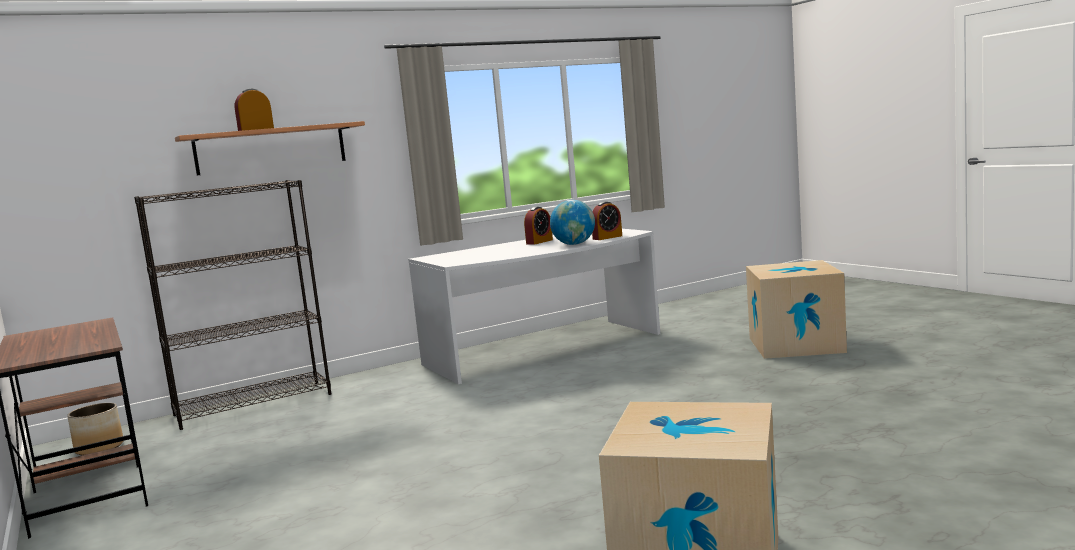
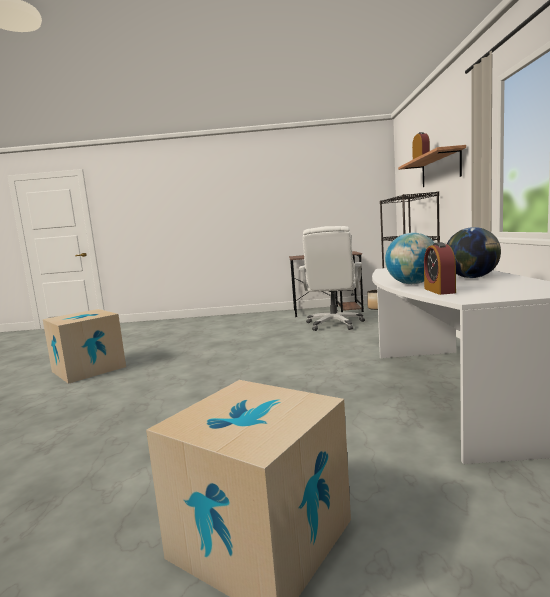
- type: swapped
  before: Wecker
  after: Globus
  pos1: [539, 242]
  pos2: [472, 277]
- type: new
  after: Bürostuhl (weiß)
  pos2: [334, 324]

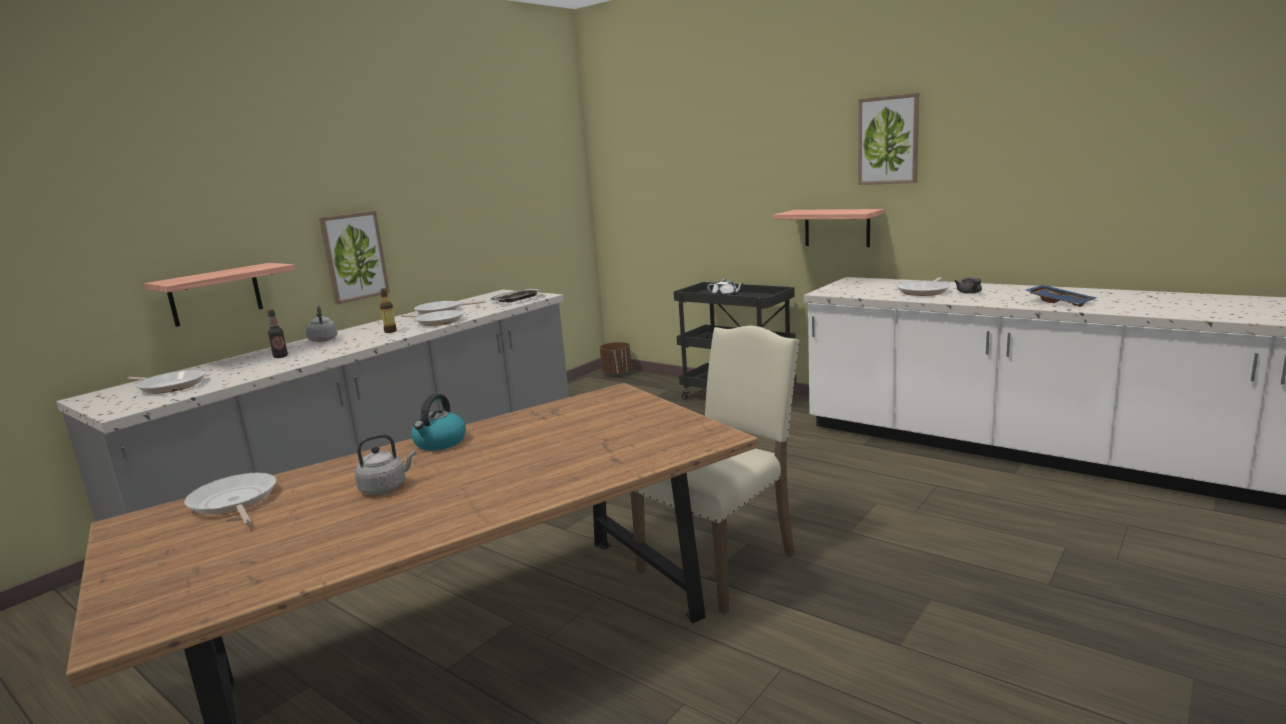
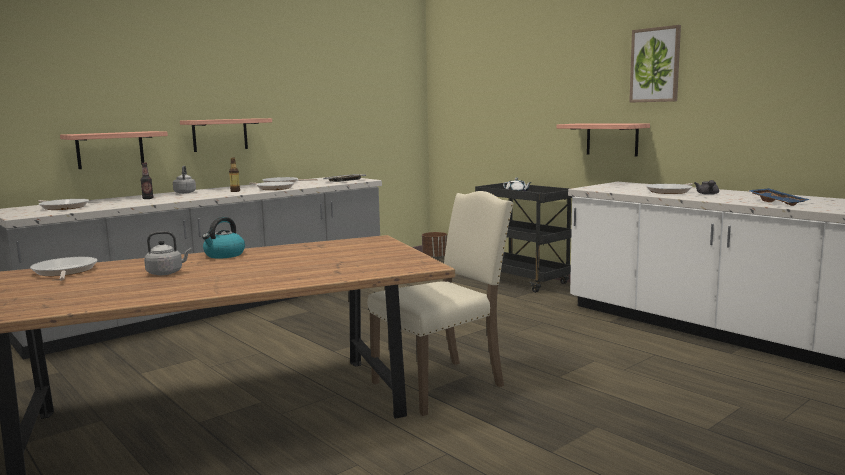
- type: swapped
  before: Bild
  after: Wandregal
  pos1: [354, 256]
  pos2: [220, 135]

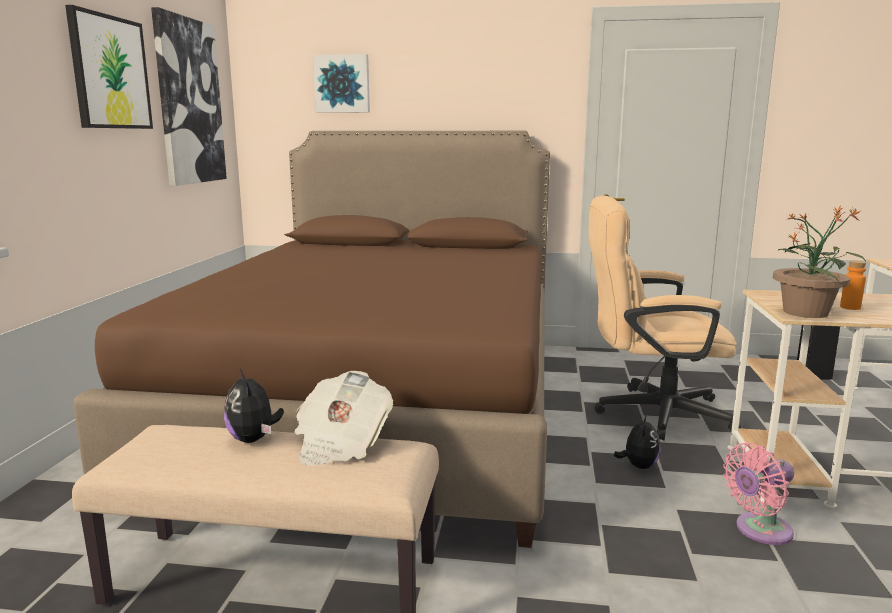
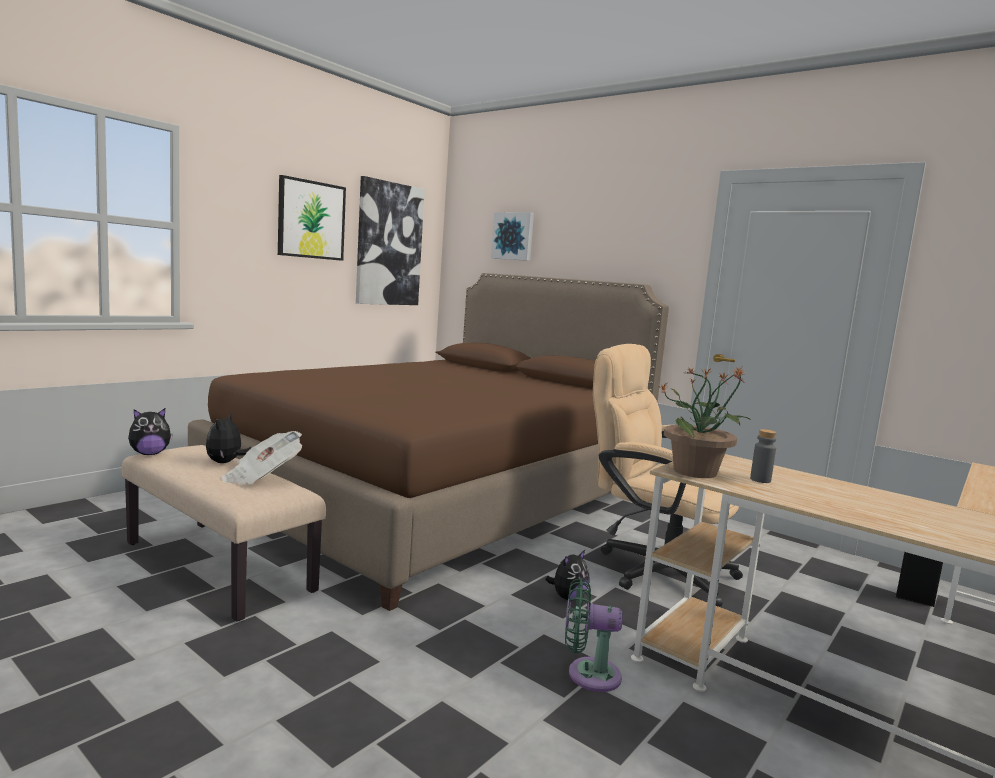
- type: repainted
  before: Flasche (orange)
  after: Flasche (grau)
  pos1: [850, 307]
  pos2: [760, 480]
- type: repainted
  before: Ventilator (rosa)
  after: Ventilator (grün)
  pos1: [759, 531]
  pos2: [588, 674]
- type: new
  after: Plüschtier
  pos2: [150, 454]

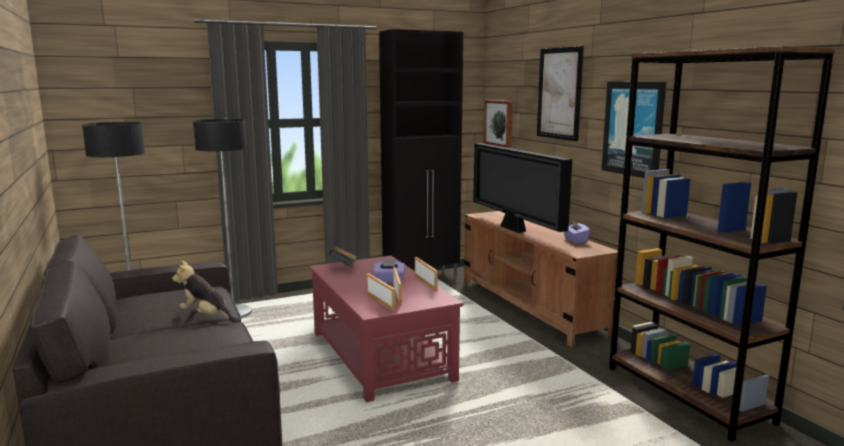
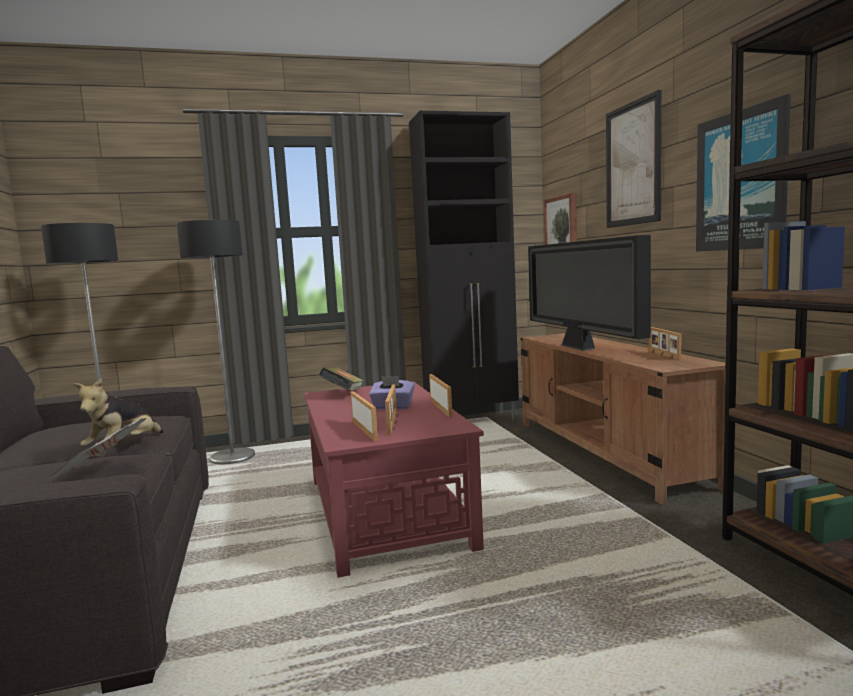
- type: swapped
  before: Taschentuchbox (lila)
  after: Bilderrahmen
  pos1: [575, 241]
  pos2: [663, 355]
- type: rotated
  before: Plüschtier
  pos1: [206, 316]
  pos2: [123, 448]
  turn: -105
- type: new
  after: Zeitung
  pos2: [100, 474]

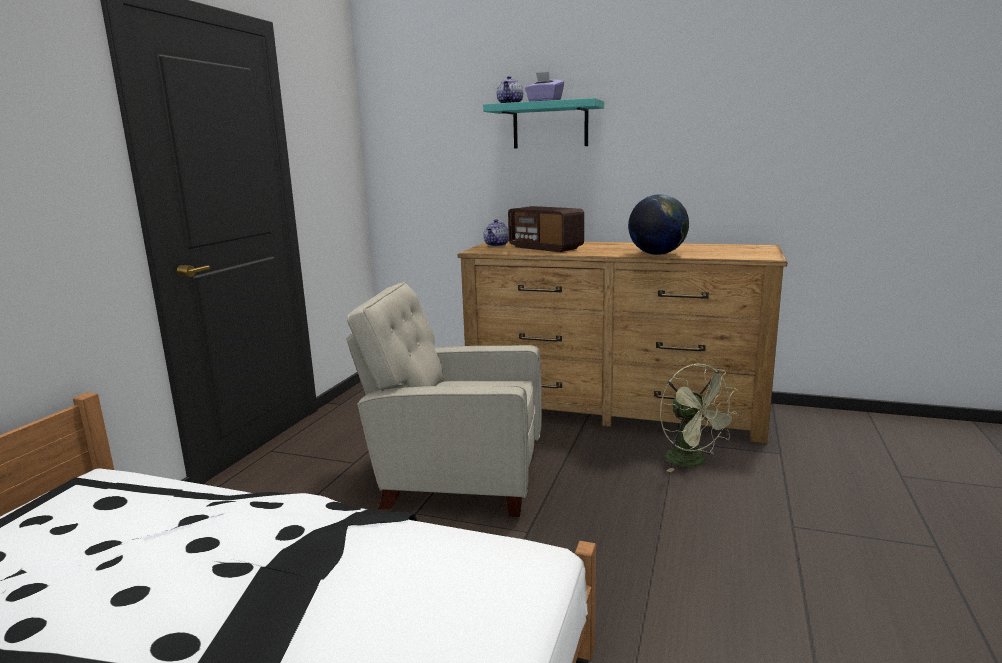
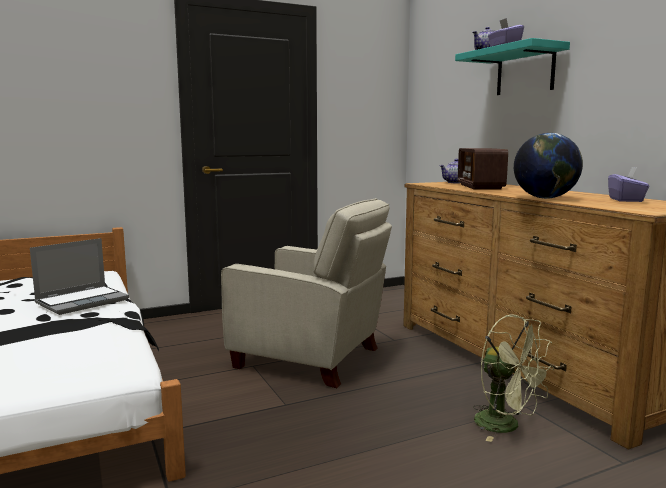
- type: rotated
  before: Sessel (beige)
  pos1: [456, 478]
  pos2: [312, 358]
  turn: 150
- type: rotated
  before: Ventilator (grün)
  pos1: [692, 462]
  pos2: [506, 426]
  turn: -60
- type: new
  after: Taschentuchbox (lila)
  pos2: [626, 200]
- type: new
  after: Laptop
  pos2: [83, 301]

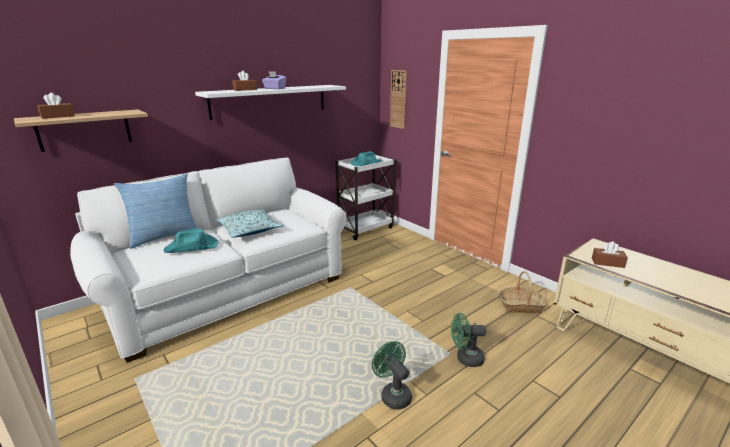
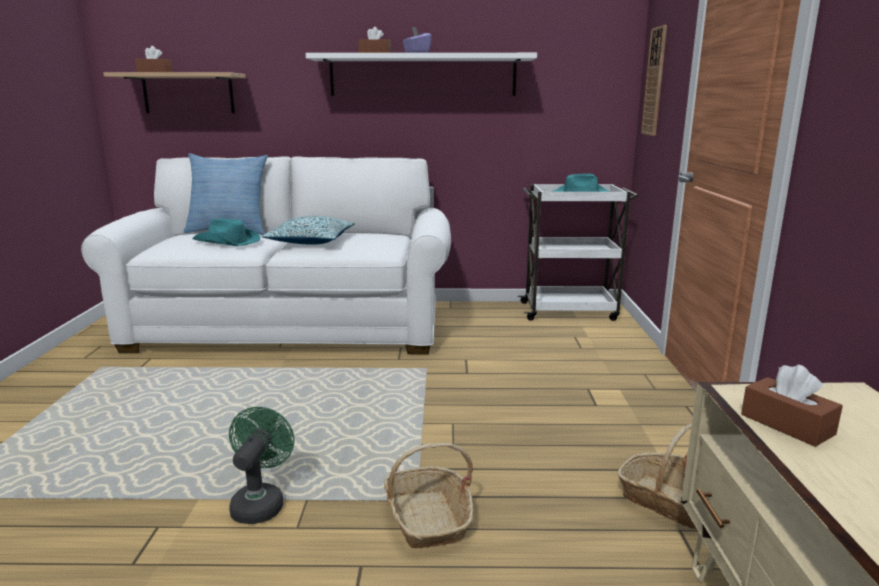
- type: swapped
  before: Ventilator (grün)
  after: Korb
  pos1: [465, 358]
  pos2: [428, 519]

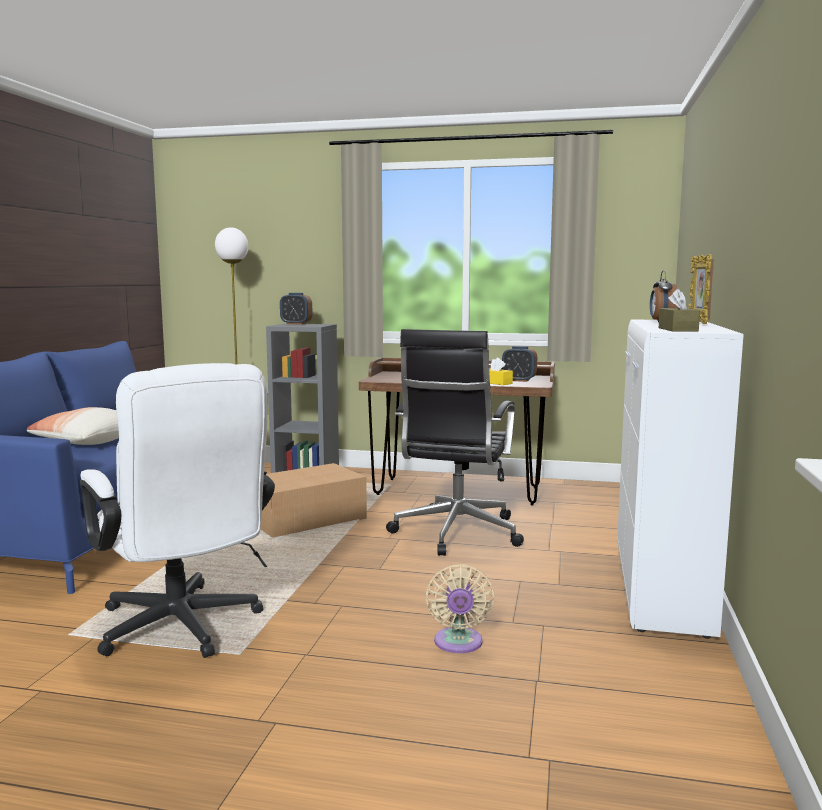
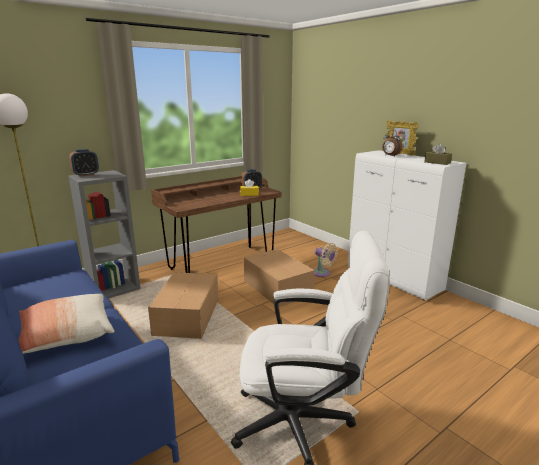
- type: swapped
  before: Bürostuhl (schwarz)
  after: Karton
  pos1: [455, 534]
  pos2: [277, 288]
- type: shifted
  before: Ventilator (beige)
  pos1: [458, 644]
  pos2: [322, 273]

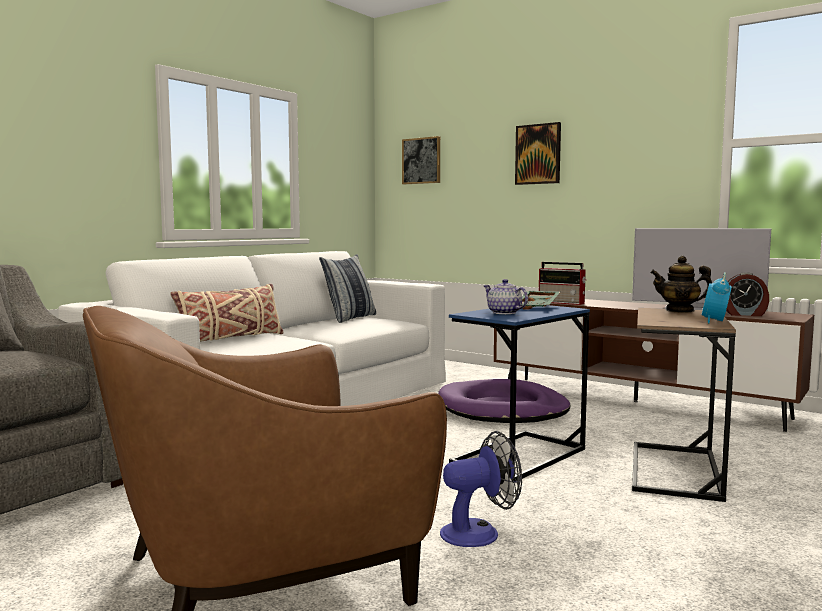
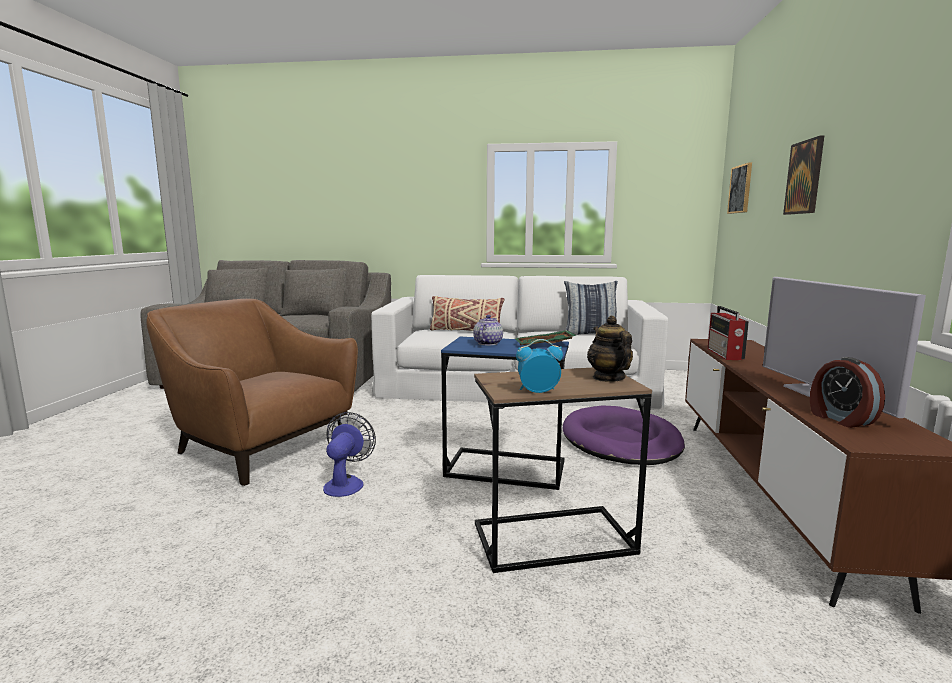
- type: rotated
  before: Ventilator
  pos1: [479, 532]
  pos2: [346, 483]
  turn: -120

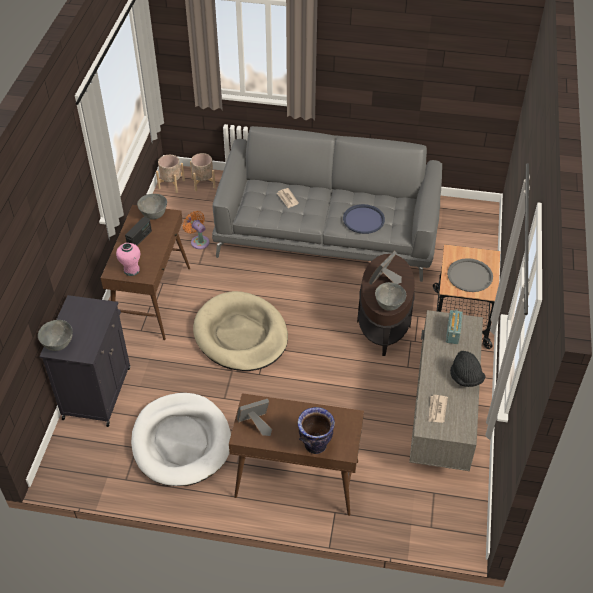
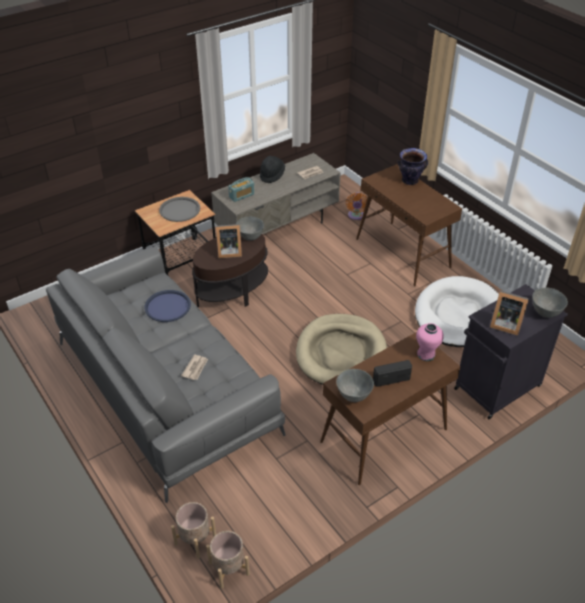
- type: shifted
  before: Ventilator (orange)
  pos1: [198, 241]
  pos2: [356, 216]
- type: shifted
  before: Bilderrahmen
  pos1: [255, 424]
  pos2: [505, 324]

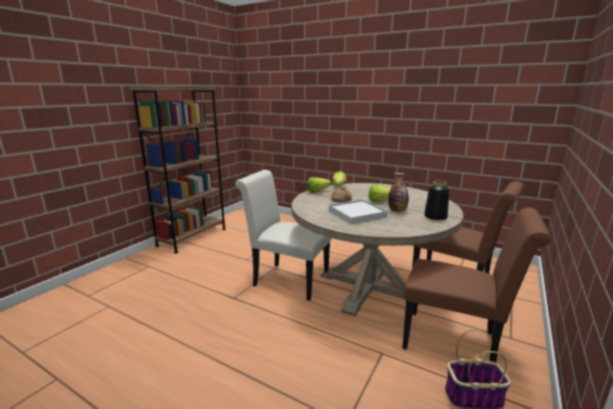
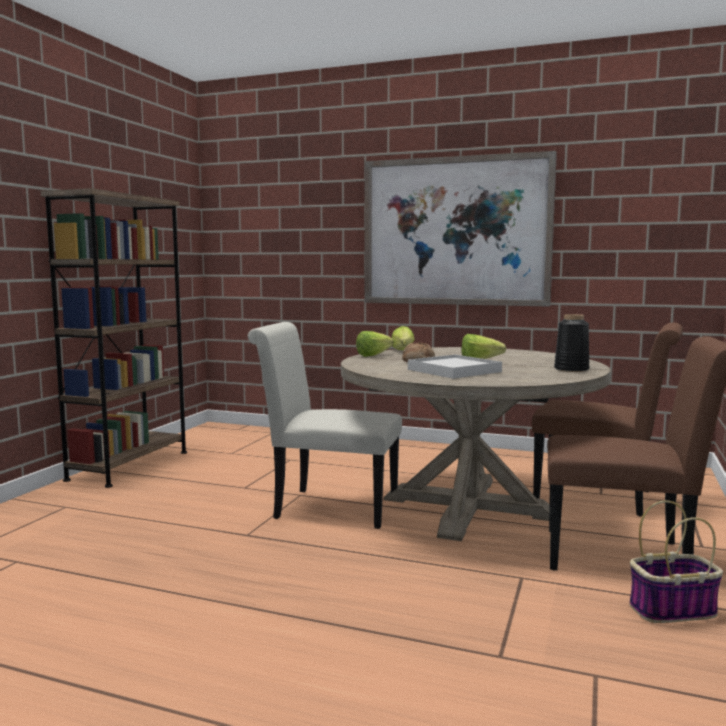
- type: gone
  before: Flasche
  pos1: [397, 211]
- type: new
  after: Bild
  pos2: [456, 232]

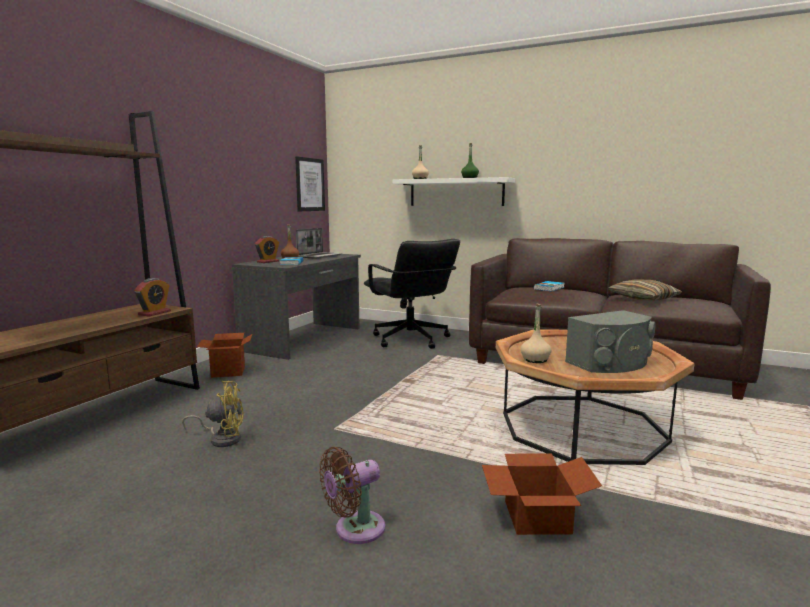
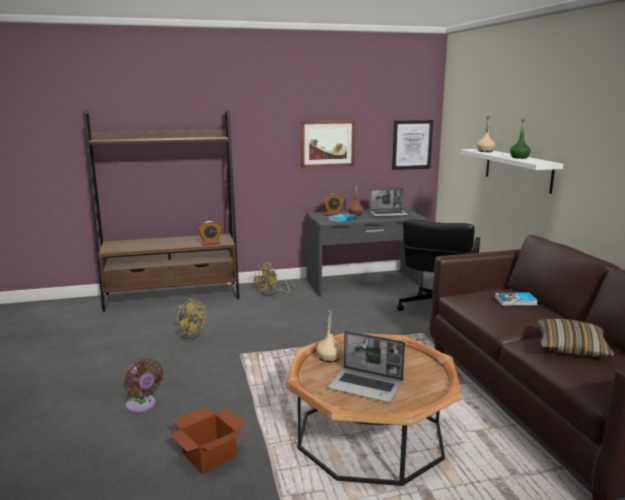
- type: swapped
  before: Lautsprecher (grau)
  after: Laptop
  pos1: [611, 363]
  pos2: [367, 386]
- type: swapped
  before: Karton
  after: Ventilator (gelb)
  pos1: [228, 372]
  pos2: [272, 293]
- type: rotated
  before: Ventilator (braun)
  pos1: [355, 530]
  pos2: [142, 406]
  turn: -150
- type: new
  after: Bild
  pos2: [327, 143]

